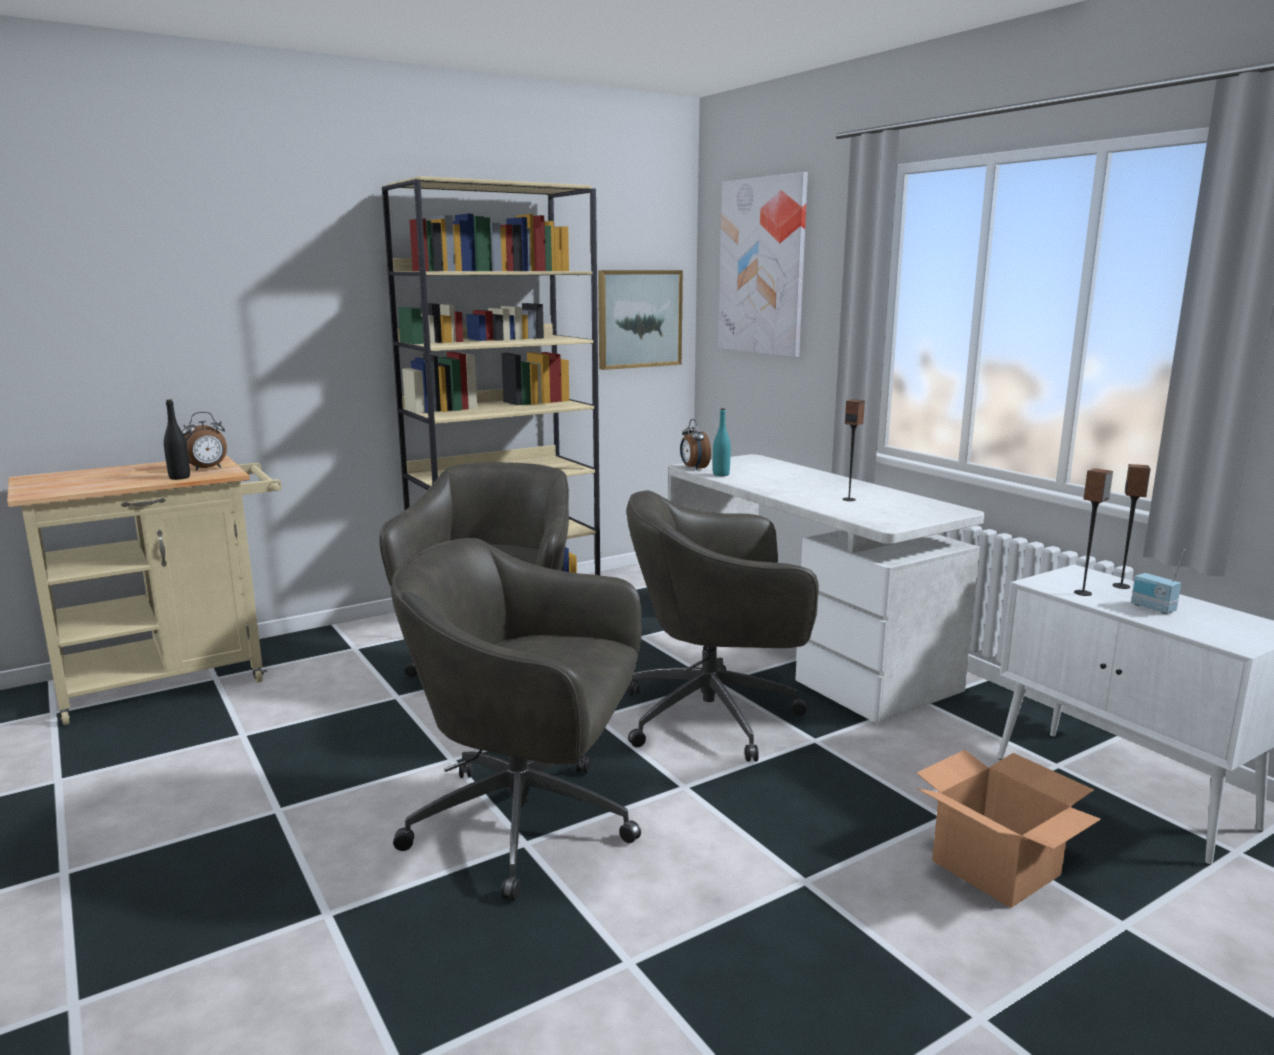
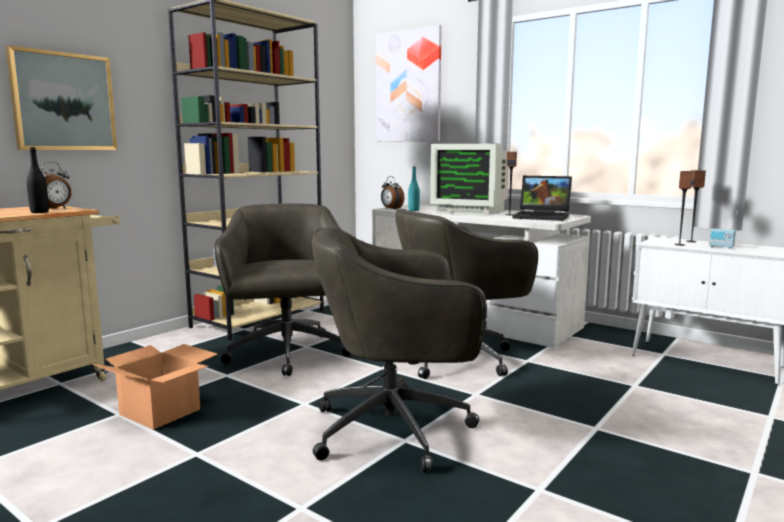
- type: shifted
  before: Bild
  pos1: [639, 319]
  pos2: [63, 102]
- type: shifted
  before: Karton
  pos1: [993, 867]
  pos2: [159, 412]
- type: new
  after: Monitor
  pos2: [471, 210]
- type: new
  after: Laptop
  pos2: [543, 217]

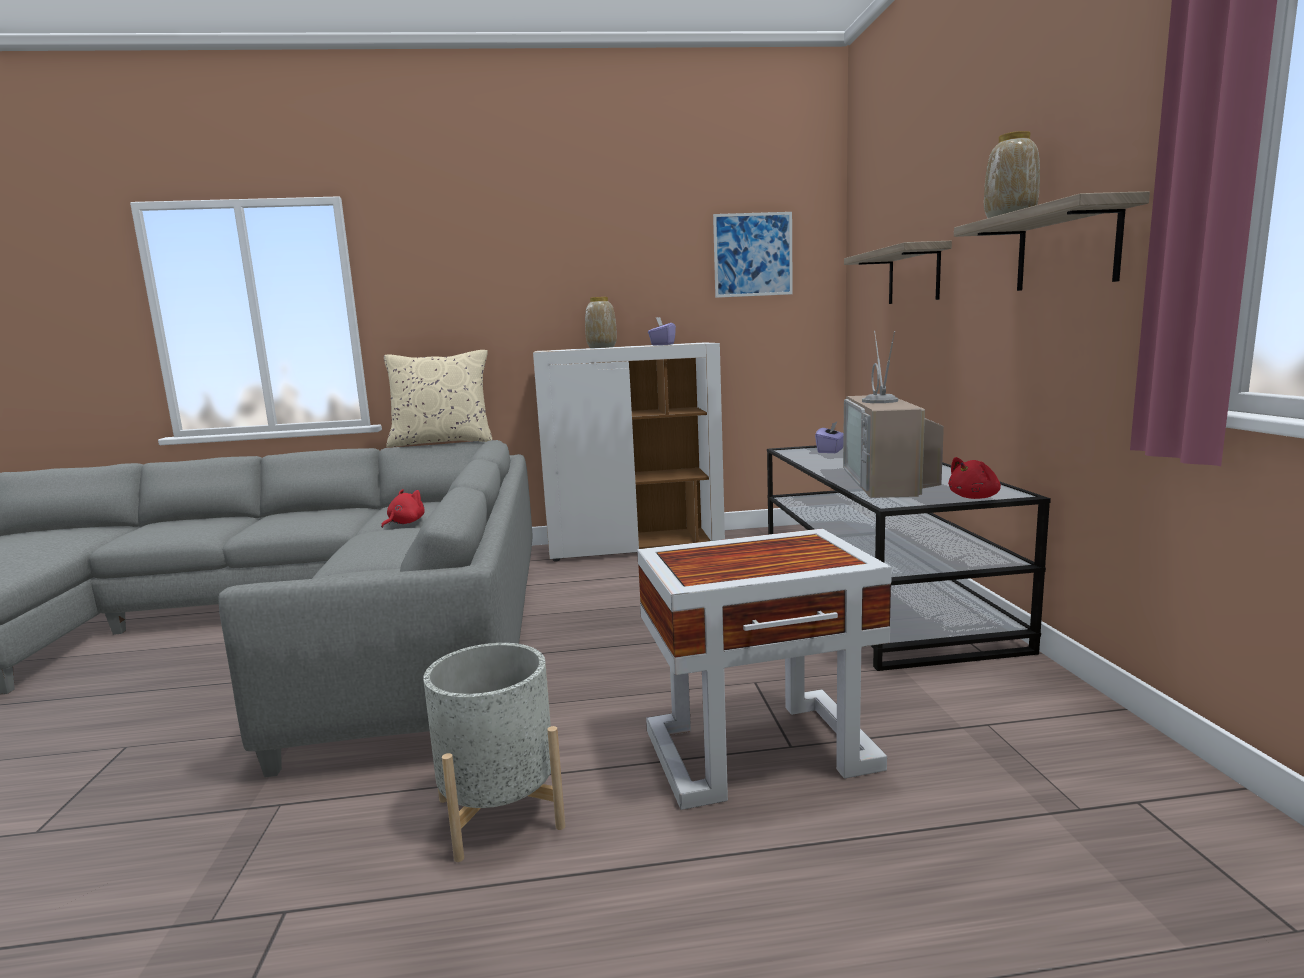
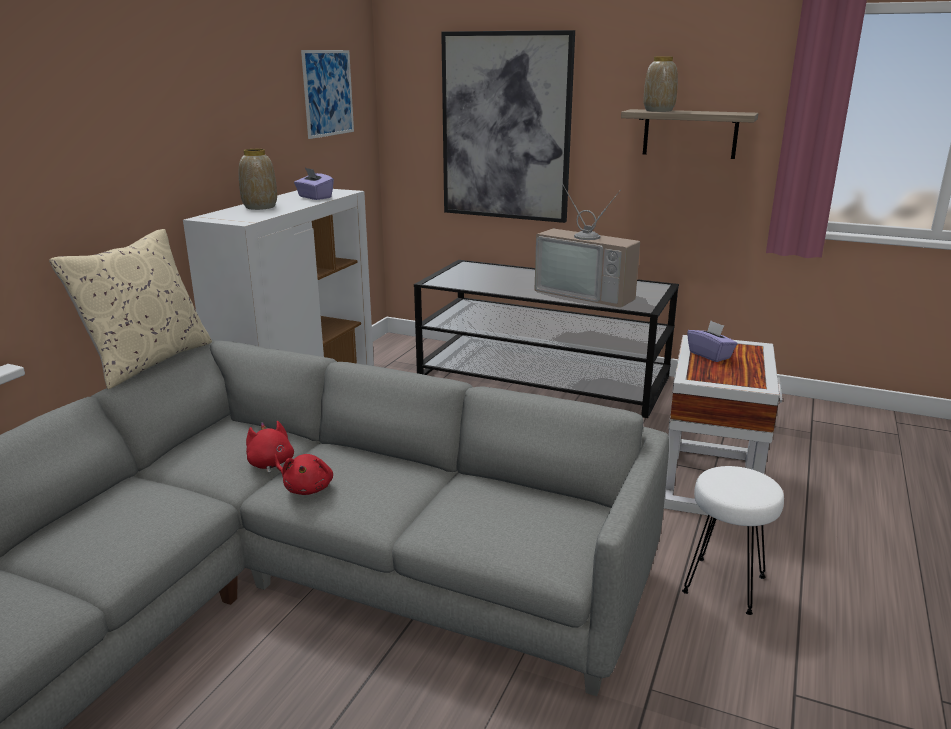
- type: swapped
  before: Wandregal
  after: Bild
  pos1: [913, 275]
  pos2: [506, 127]
- type: shifted
  before: Taschentuchbox (lila)
  pos1: [831, 451]
  pos2: [710, 355]
- type: shifted
  before: Plüschtier (rot)
  pos1: [975, 497]
  pos2: [309, 488]
- type: swapped
  before: Pflanzkübel (grau)
  after: Hocker (weiß)
  pos1: [500, 813]
  pos2: [725, 585]

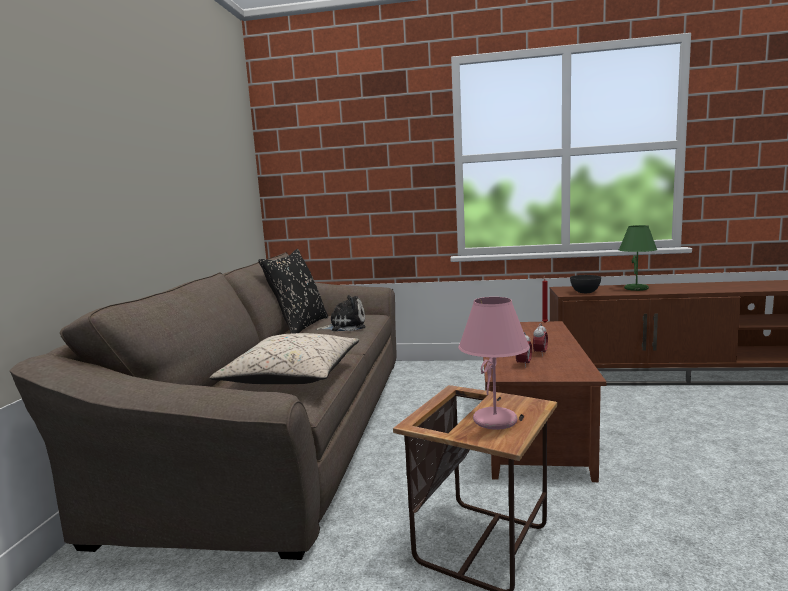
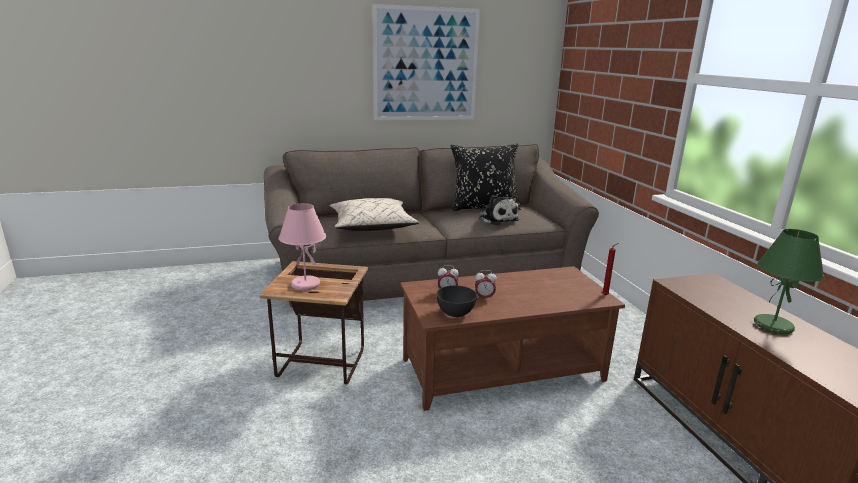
- type: shifted
  before: Schüssel (grau)
  pos1: [585, 292]
  pos2: [455, 313]
- type: new
  after: Bild
  pos2: [426, 65]

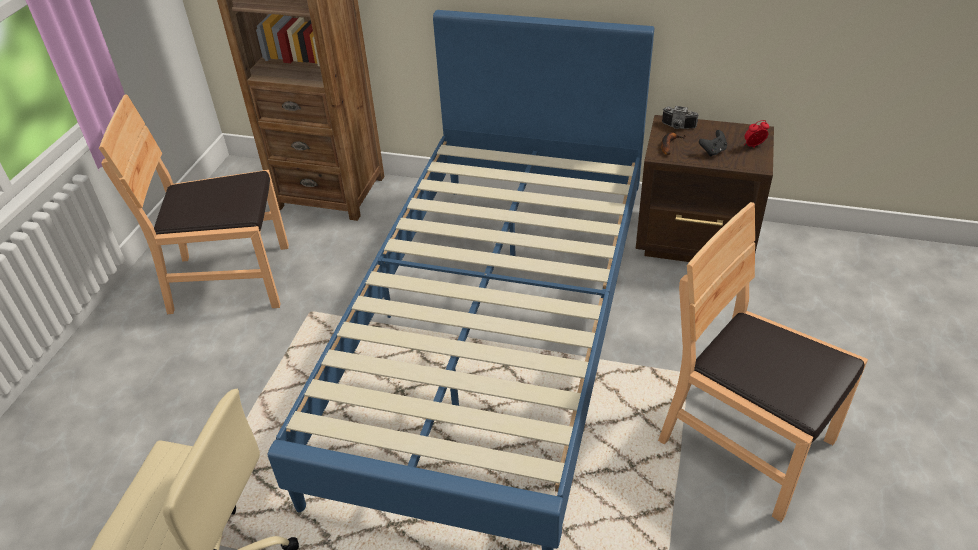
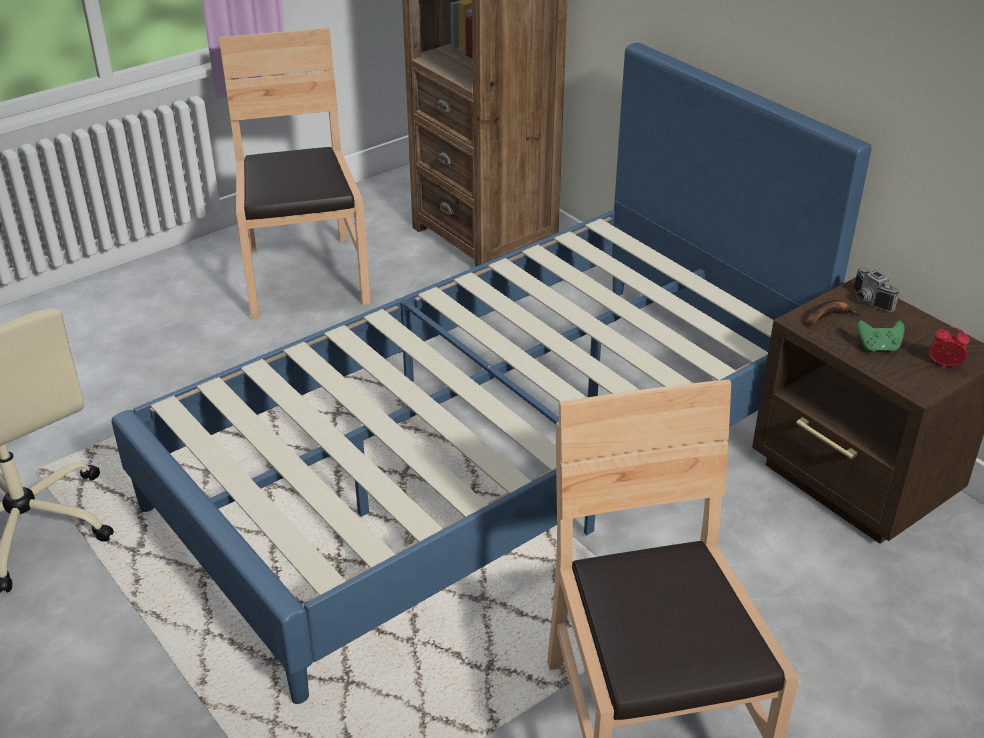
- type: rotated
  before: Stuhl (braun)
  pos1: [231, 279]
  pos2: [304, 276]
  turn: 45
- type: repainted
  before: Gamepad (schwarz)
  after: Gamepad (grün)
  pos1: [713, 151]
  pos2: [878, 347]

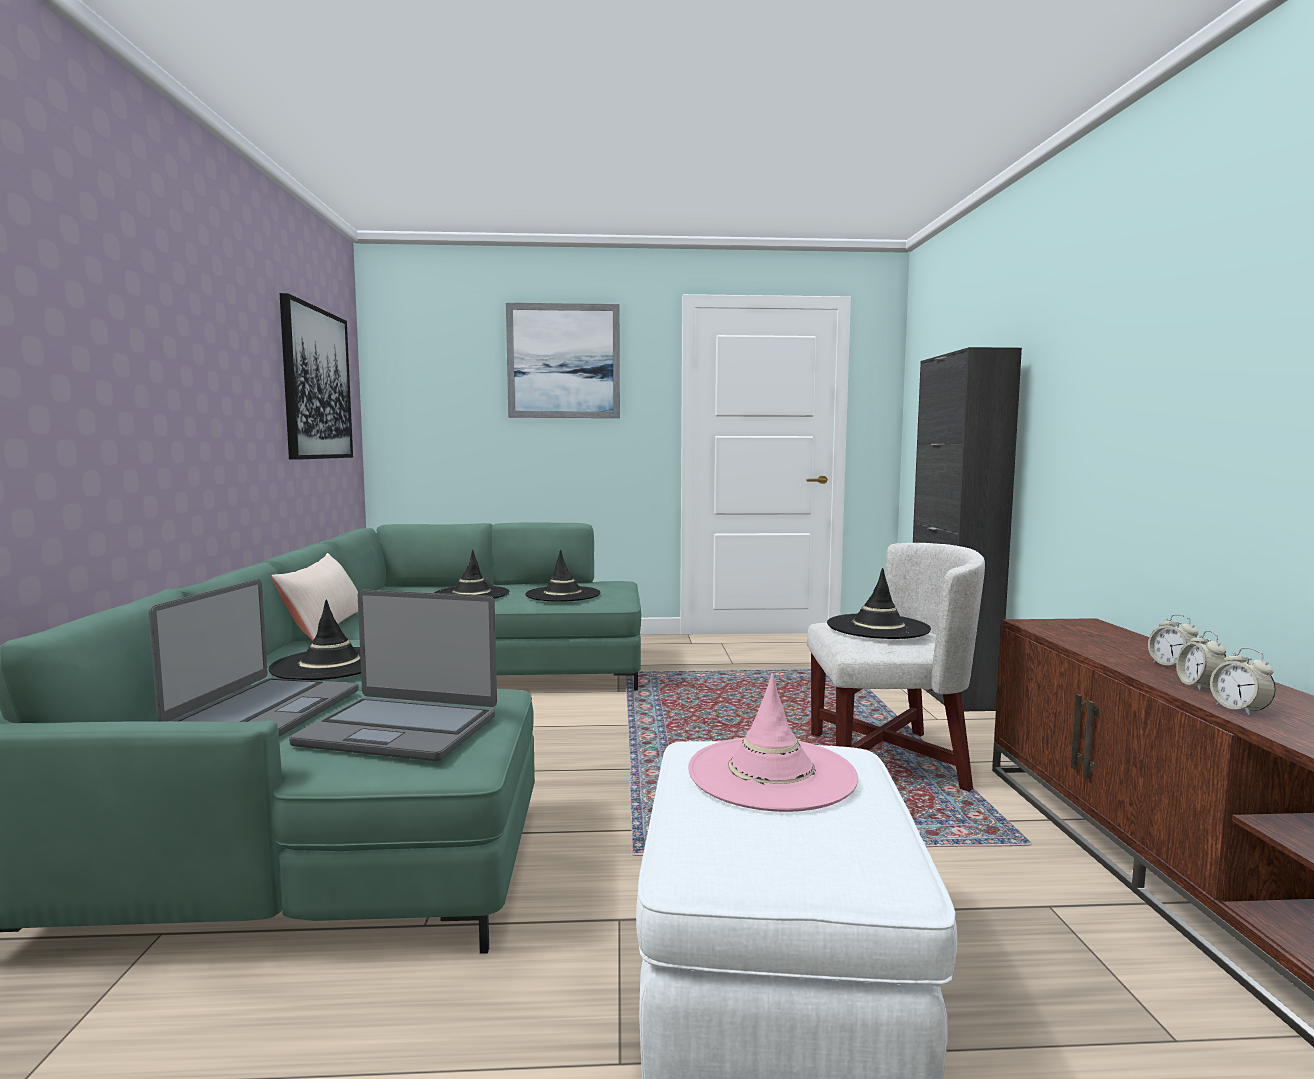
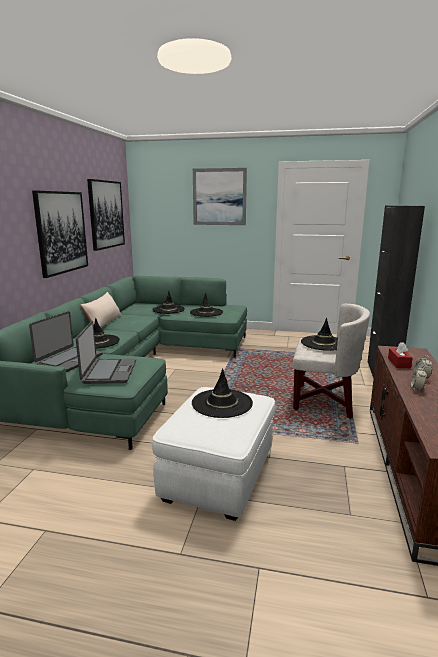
- type: rotated
  before: Laptop
  pos1: [400, 730]
  pos2: [109, 372]
  turn: -120
- type: gone
  before: Wecker
  pos1: [1239, 710]
- type: repainted
  before: Hut (rosa)
  after: Hut (schwarz)
  pos1: [771, 774]
  pos2: [222, 403]
- type: new
  after: Bild
  pos2: [61, 232]
- type: new
  after: Taschentuchbox (rot)
  pos2: [399, 363]

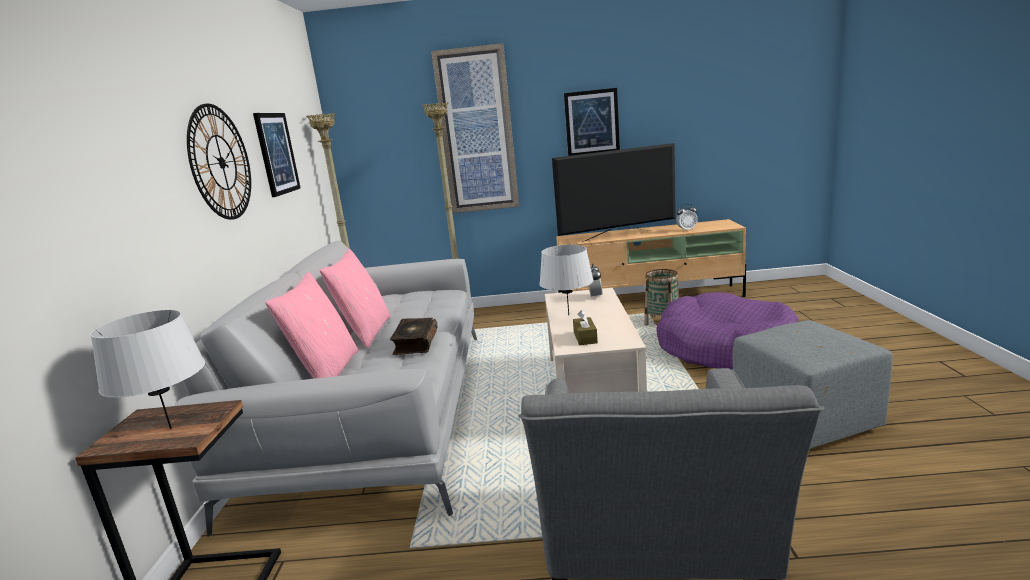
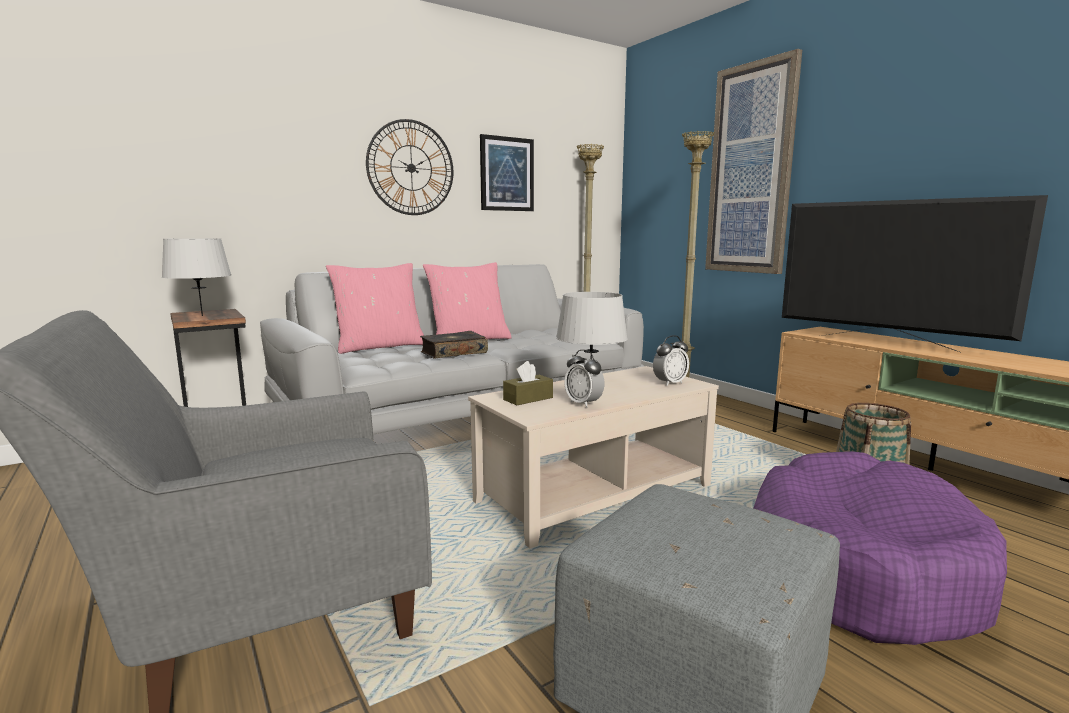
- type: gone
  before: Bild
  pos1: [592, 122]
- type: shifted
  before: Wecker
  pos1: [686, 230]
  pos2: [583, 403]

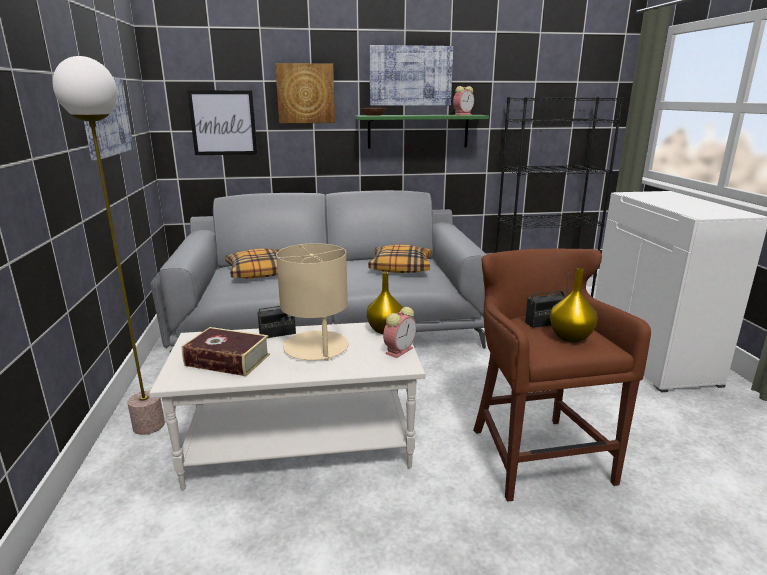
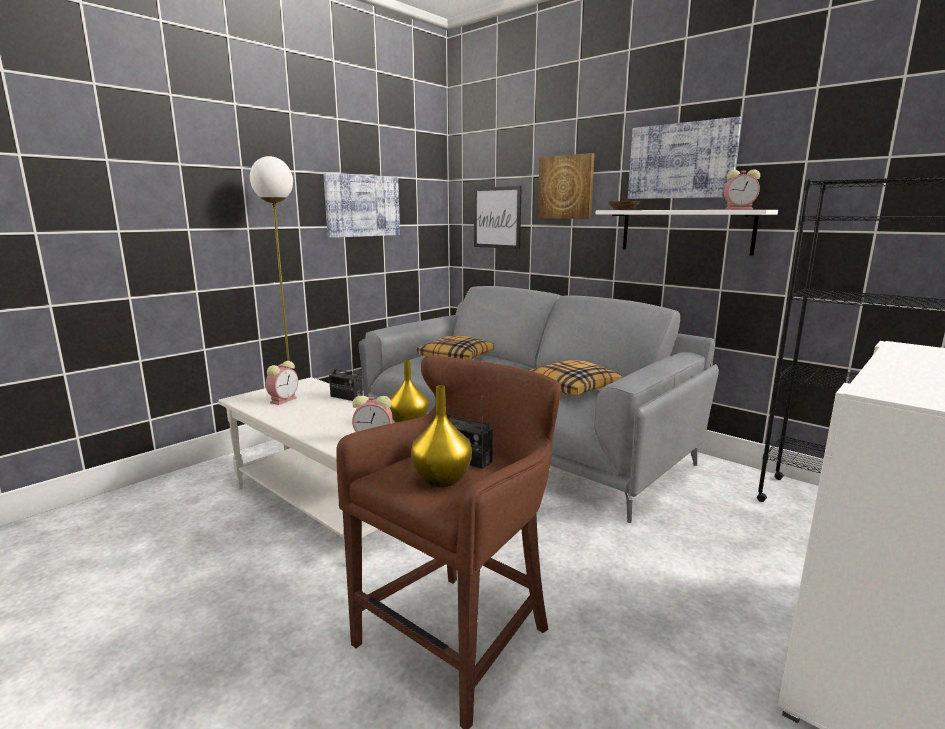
- type: repainted
  before: Wandregal (grün)
  after: Wandregal (weiß)
  pos1: [418, 131]
  pos2: [685, 231]
- type: gone
  before: Tischlampe (beige)
  pos1: [316, 347]
- type: swapped
  before: Buch
  after: Wecker
  pos1: [227, 360]
  pos2: [284, 400]

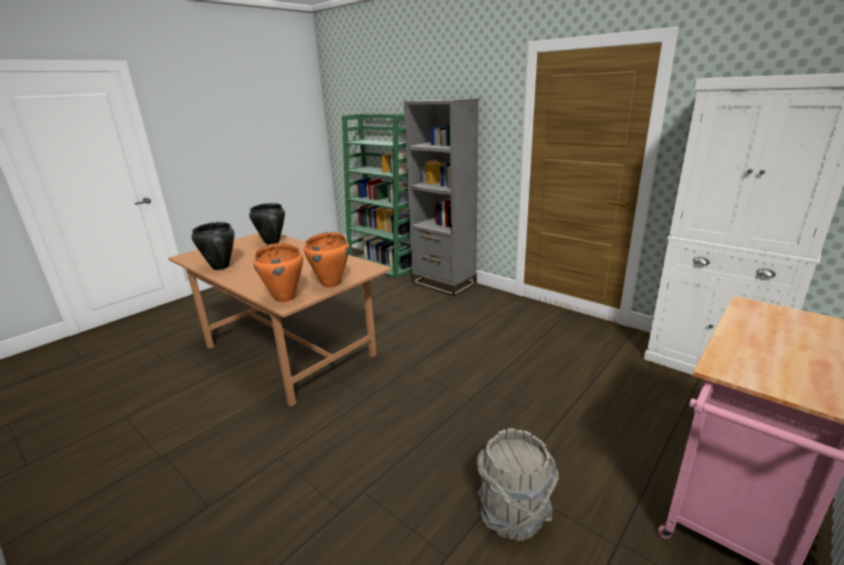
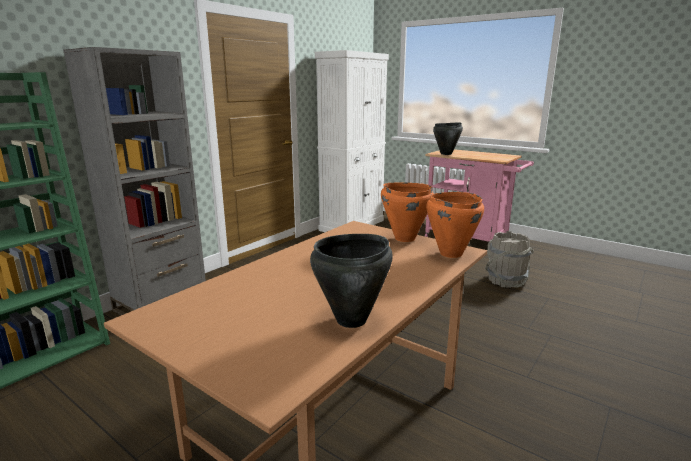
- type: shifted
  before: Kochtopf (schwarz)
  pos1: [272, 242]
  pos2: [446, 154]

